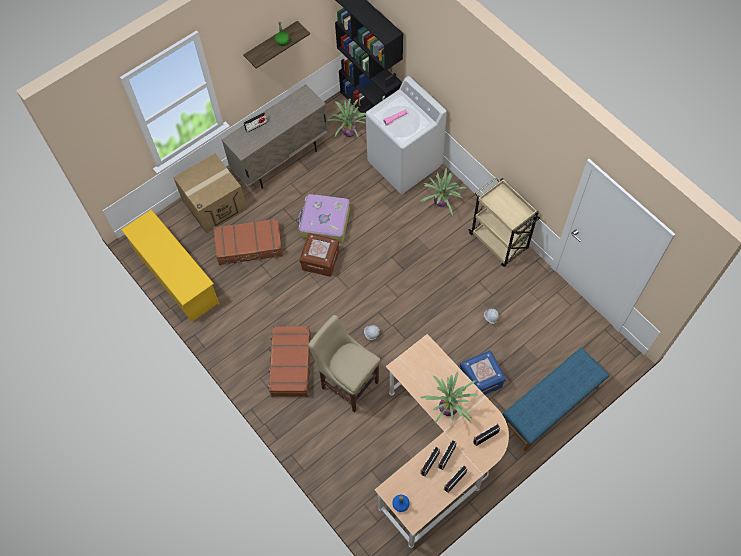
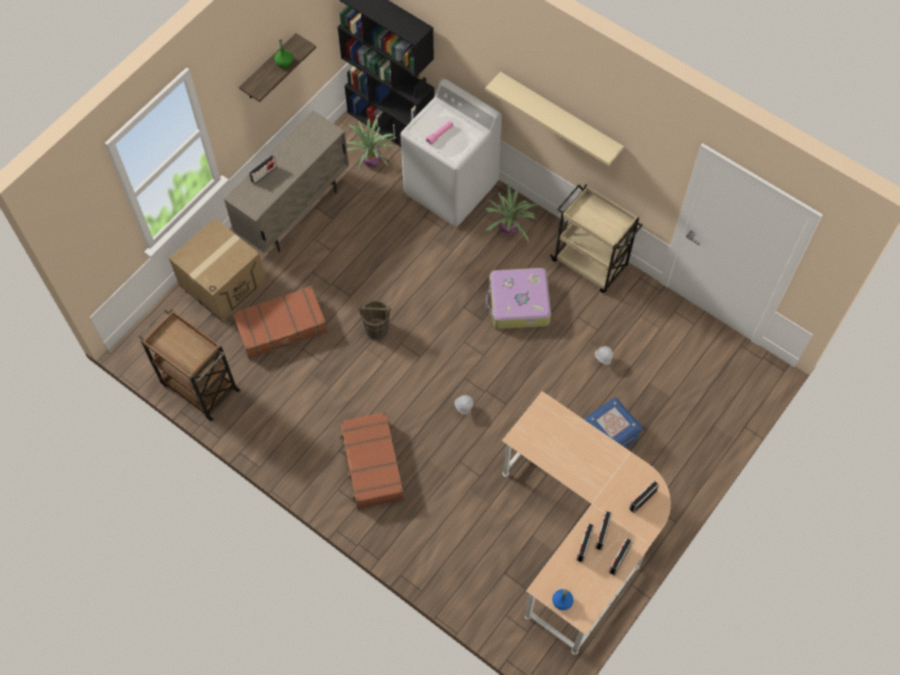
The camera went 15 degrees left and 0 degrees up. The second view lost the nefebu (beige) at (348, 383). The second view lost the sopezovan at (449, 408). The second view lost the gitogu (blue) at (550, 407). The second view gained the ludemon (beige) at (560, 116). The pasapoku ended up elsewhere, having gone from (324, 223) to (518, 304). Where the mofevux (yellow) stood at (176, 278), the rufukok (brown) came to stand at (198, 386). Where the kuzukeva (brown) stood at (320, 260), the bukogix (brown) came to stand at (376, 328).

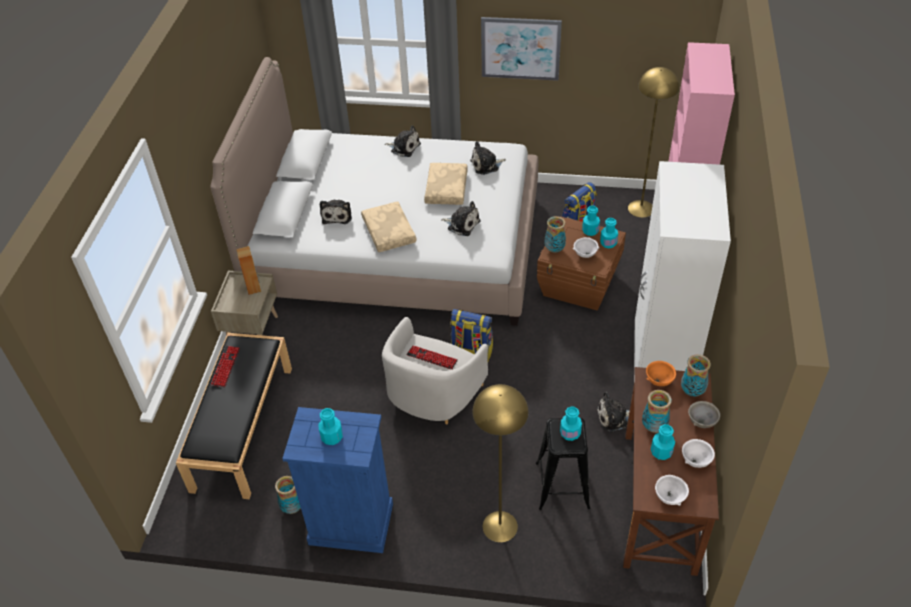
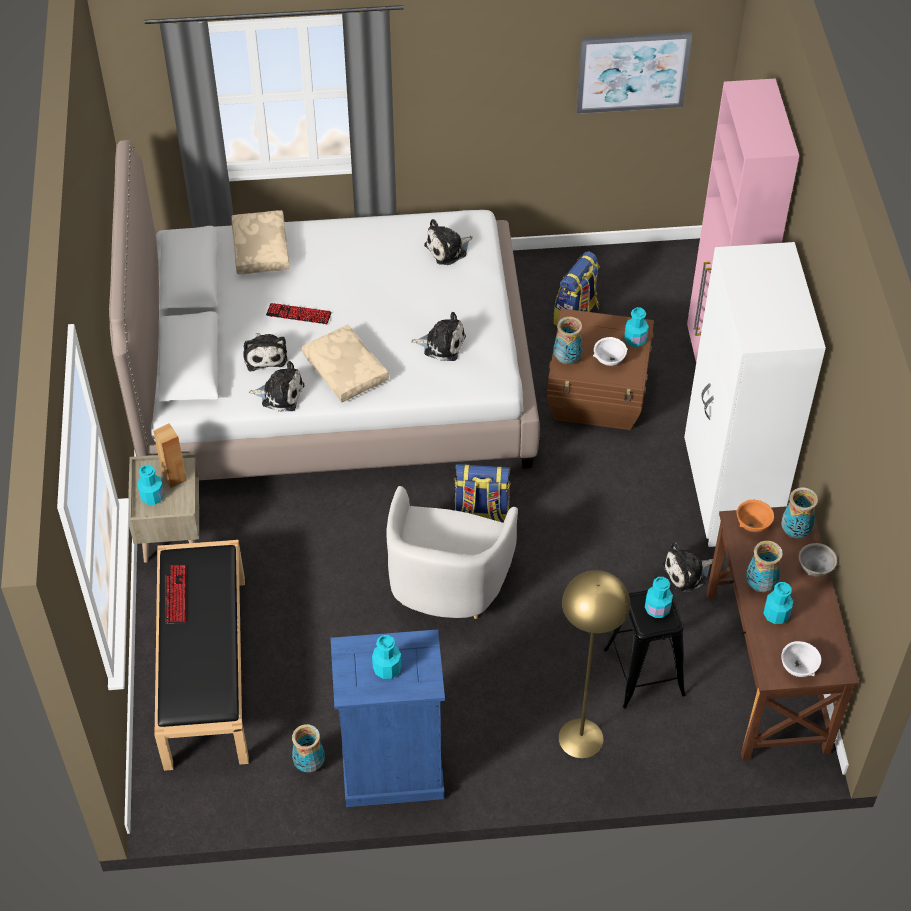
The camera went 15 degrees left and 5 degrees up. The second view lost the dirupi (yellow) at (641, 208). The second view lost the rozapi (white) at (695, 460). The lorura ended up elsewhere, having gone from (404, 147) to (280, 394). The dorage ended up elsewhere, having gone from (432, 358) to (299, 314). The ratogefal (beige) ended up elsewhere, having gone from (445, 189) to (259, 249). The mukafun ended up elsewhere, having gone from (520, 48) to (632, 72). The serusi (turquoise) ended up elsewhere, having gone from (590, 231) to (152, 496).

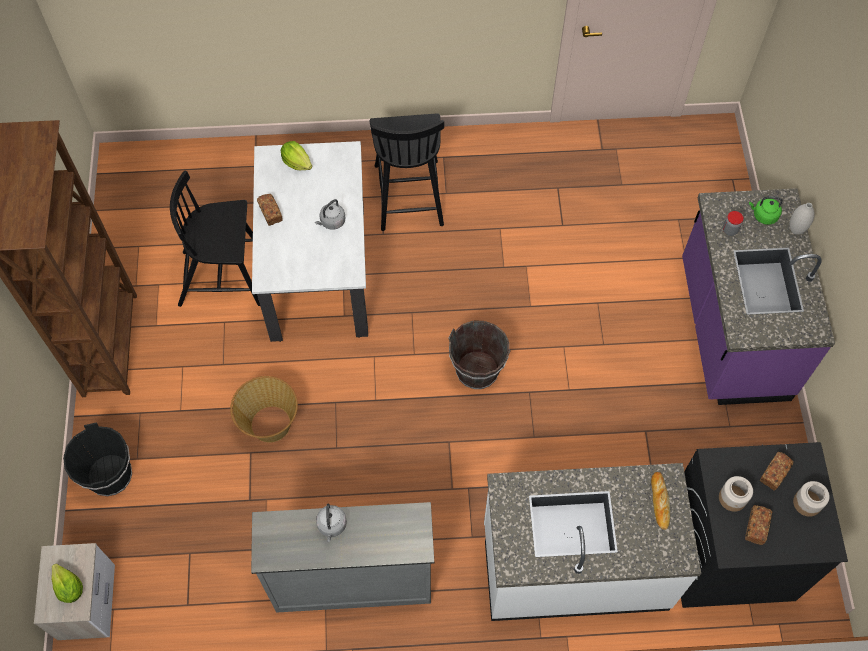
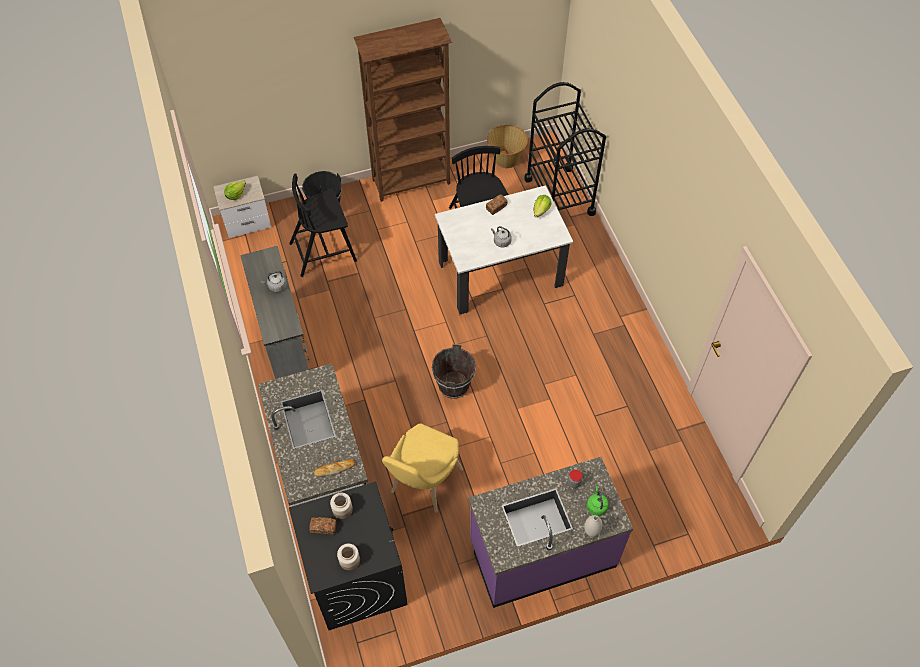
The camera went 75 degrees right and 5 degrees down. The second view lost the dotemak at (774, 473). The second view gained the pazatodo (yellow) at (423, 484). The second view gained the rufukok (black) at (559, 196). The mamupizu ended up elsewhere, having gone from (270, 424) to (506, 159). The pazatodo (black) ended up elsewhere, having gone from (409, 193) to (324, 251).

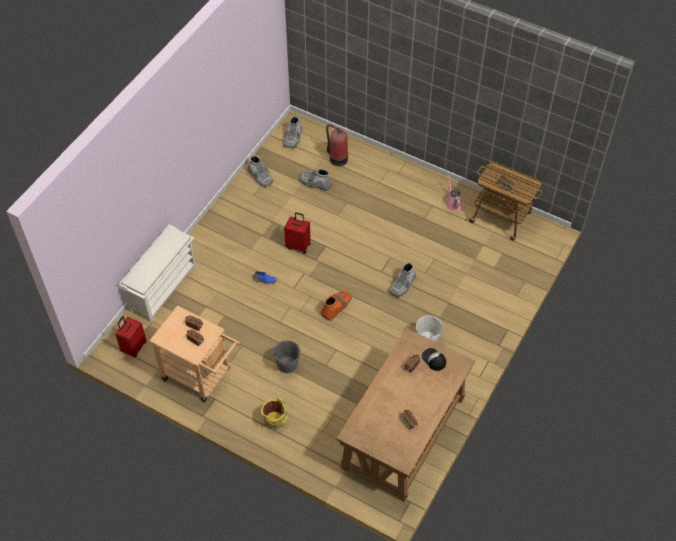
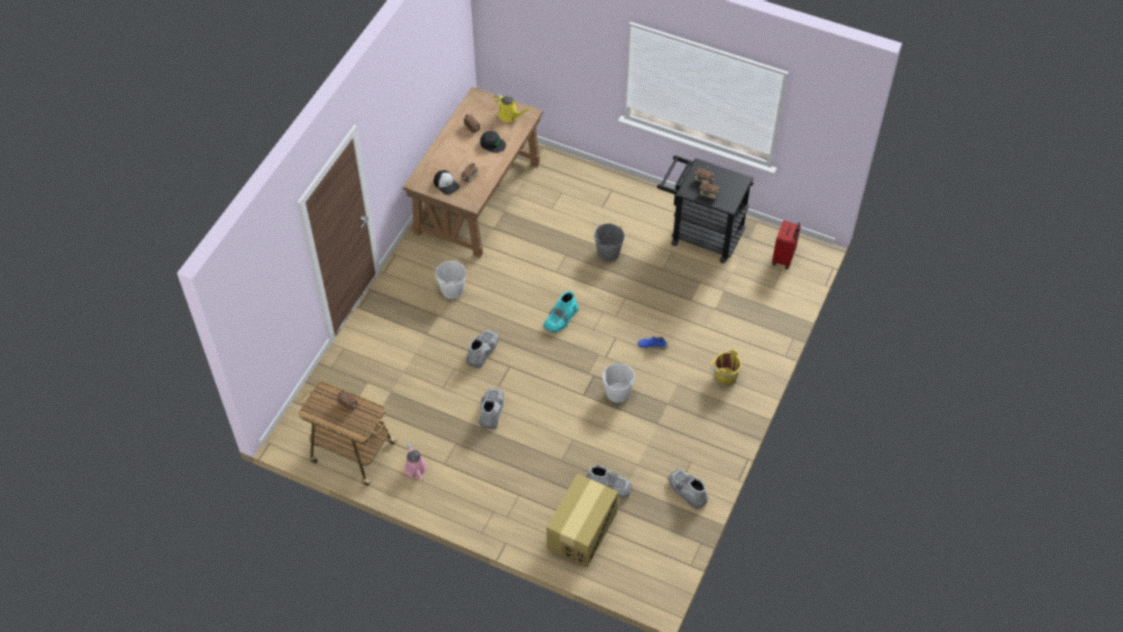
The camera went 175 degrees right and 0 degrees up. The second view lost the mofevux (white) at (163, 287). The second view gained the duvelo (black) at (492, 143). The second view gained the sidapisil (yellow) at (510, 115). The bukogix (yellow) ended up elsewhere, having gone from (275, 421) to (724, 376). The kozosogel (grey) ended up elsewhere, having gone from (293, 138) to (491, 410). Where the pasapoku (red) stood at (298, 245), the bukogix (white) came to stand at (617, 392). Where the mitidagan stood at (337, 158), the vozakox came to stand at (582, 530). What was the rufukok (beige) at (201, 376) turned into the rufukok (black) at (700, 234). What was the kozosogel (orange) at (336, 307) turned into the kozosogel (turquoise) at (561, 319).

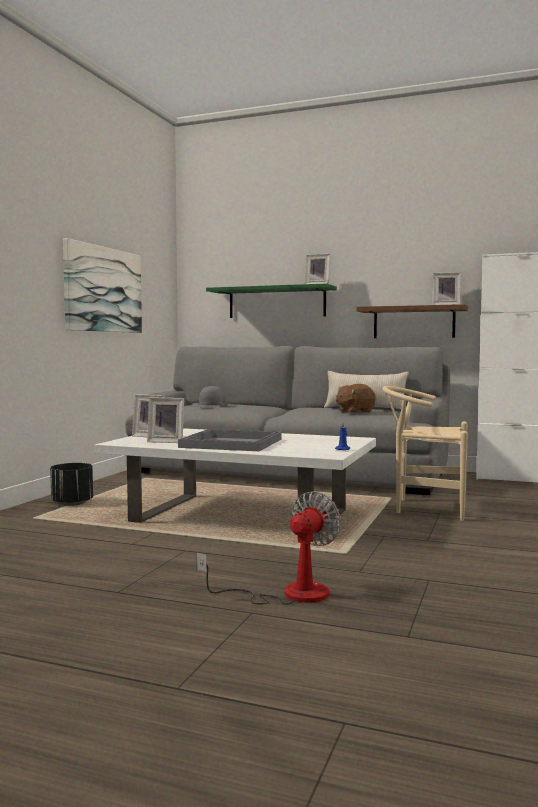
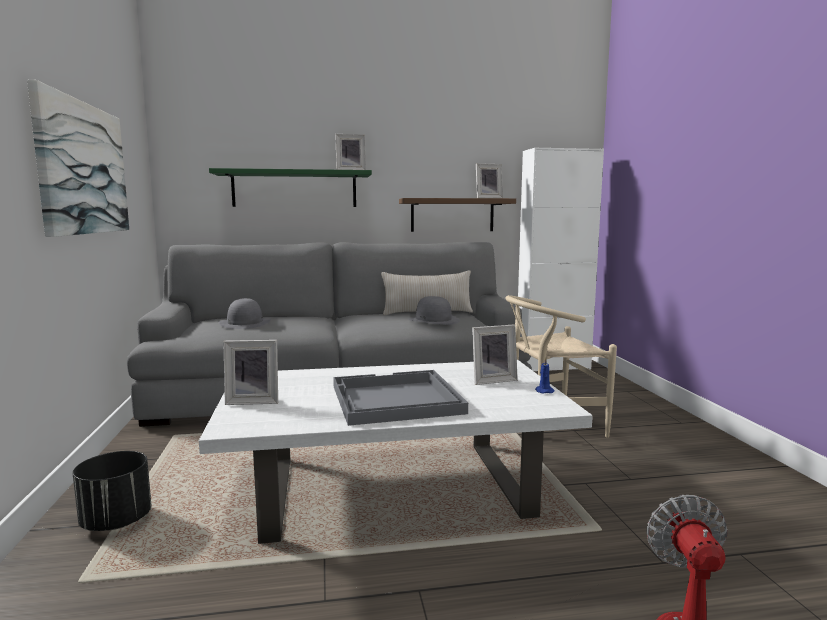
The camera went 30 degrees left and 5 degrees up. The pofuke ended up elsewhere, having gone from (167, 441) to (492, 380). Where the lorura (brown) stood at (355, 412), the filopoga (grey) came to stand at (434, 320).

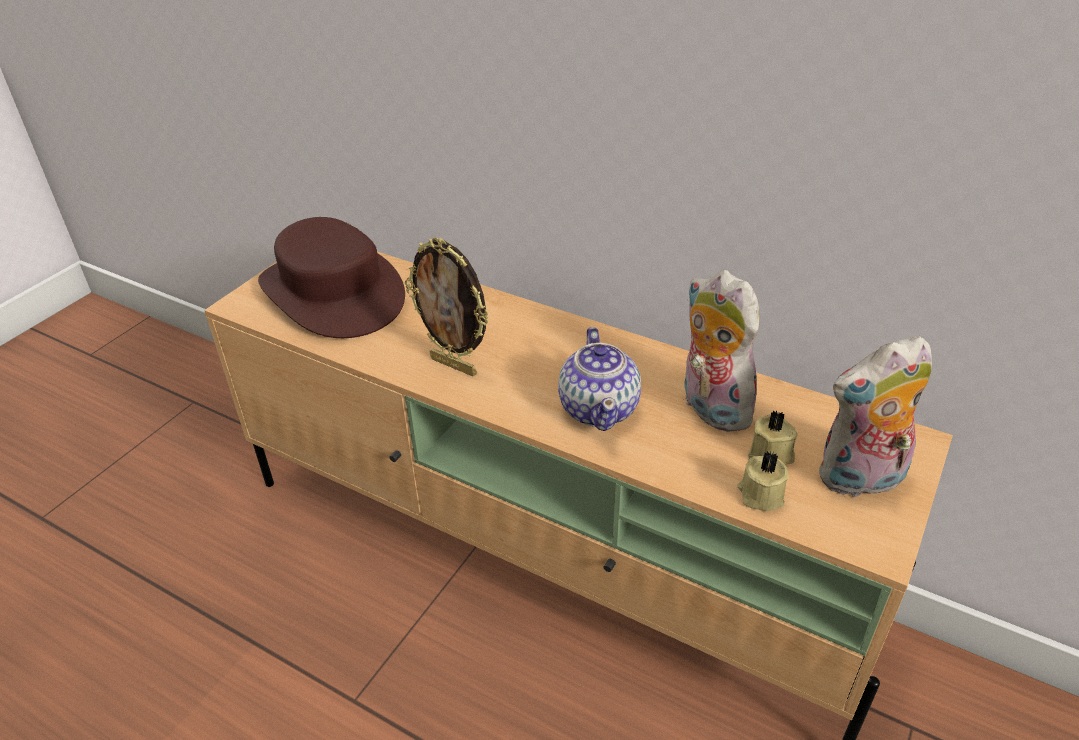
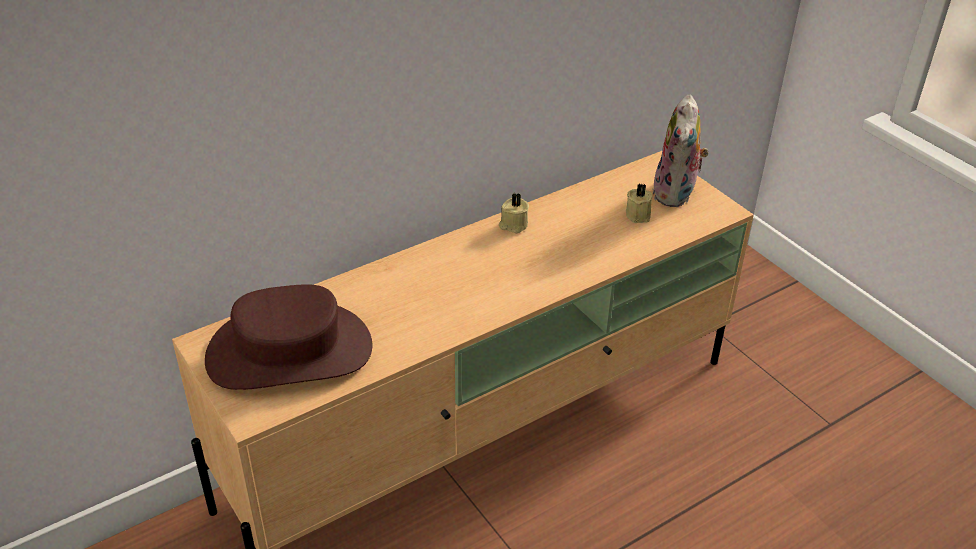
The camera went 65 degrees left and 0 degrees up. The second view lost the pofuke at (455, 365). The second view lost the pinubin at (599, 408). The second view lost the lorura at (709, 407). The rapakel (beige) ended up elsewhere, having gone from (760, 495) to (513, 225).

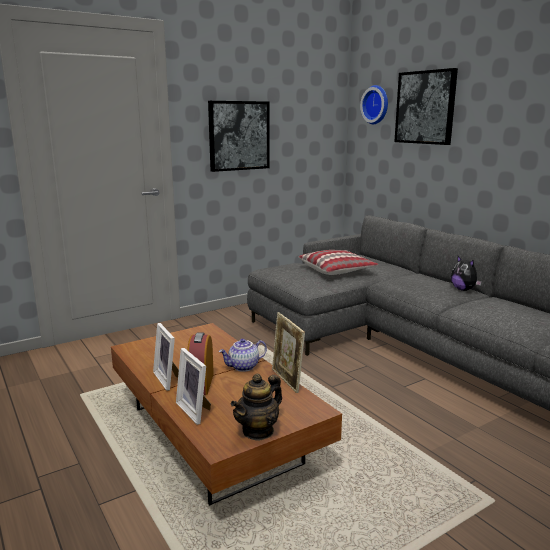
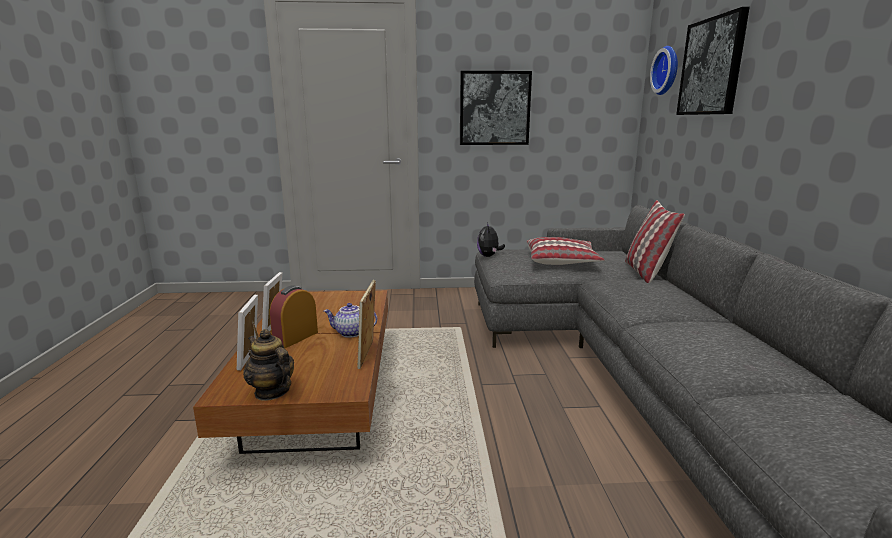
The camera went 30 degrees right and 0 degrees up. The second view gained the ratogefal at (645, 272). The lorura ended up elsewhere, having gone from (463, 289) to (489, 256). The pinubin at (258, 431) ended up facing another way, 60 degrees clockwise from before.

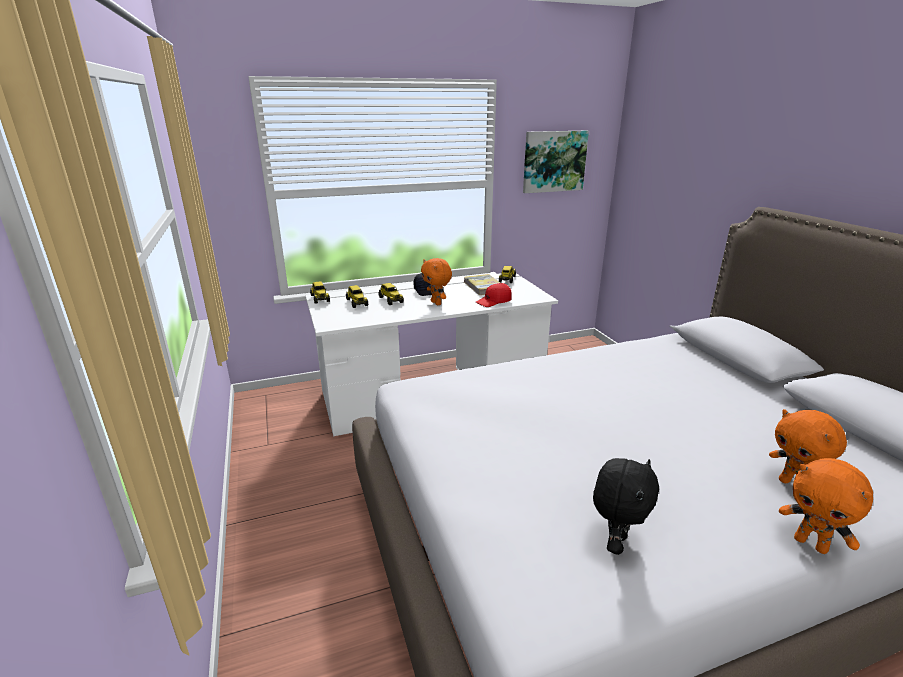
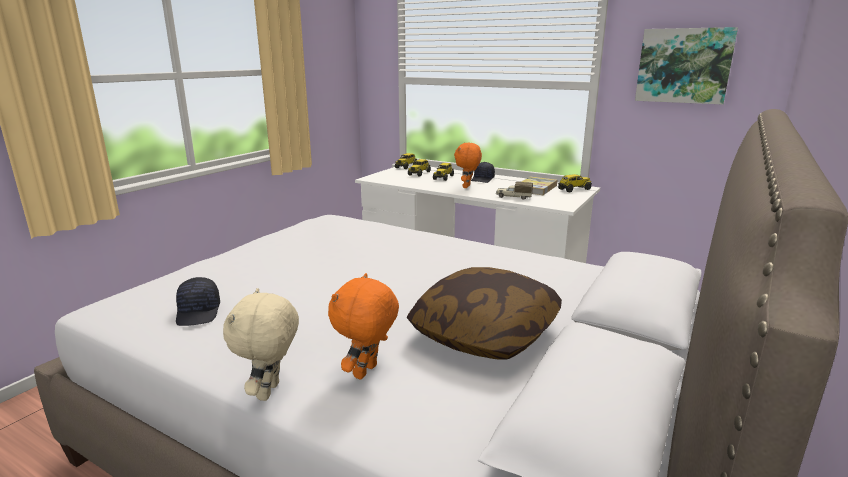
The camera went 50 degrees right and 5 degrees down. The second view gained the ratogefal at (485, 333). Where the duvelo (red) stood at (494, 301), the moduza came to stand at (513, 197). Where the lorura (black) stood at (615, 543), the duvelo (black) came to stand at (199, 312). What was the lorura (orange) at (811, 544) turned into the lorura (beige) at (270, 392).

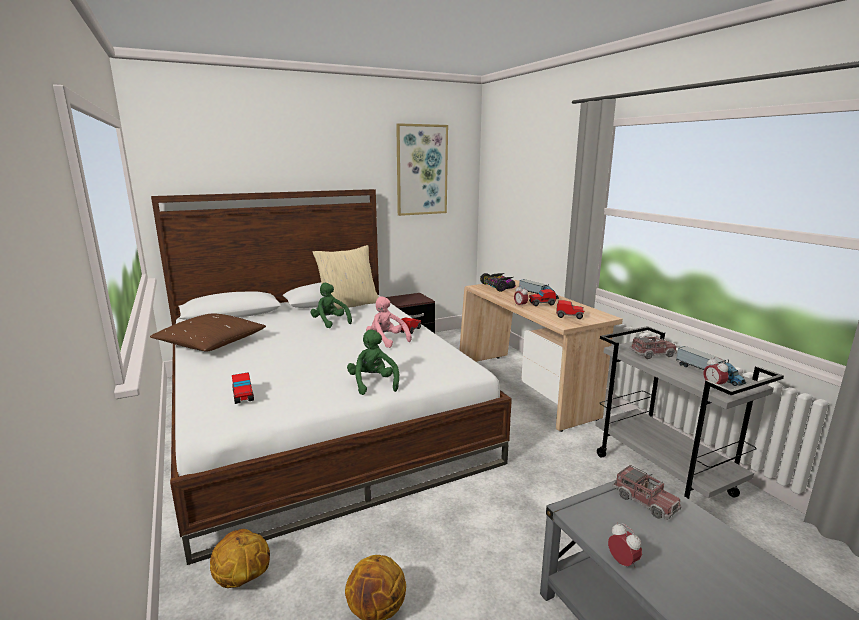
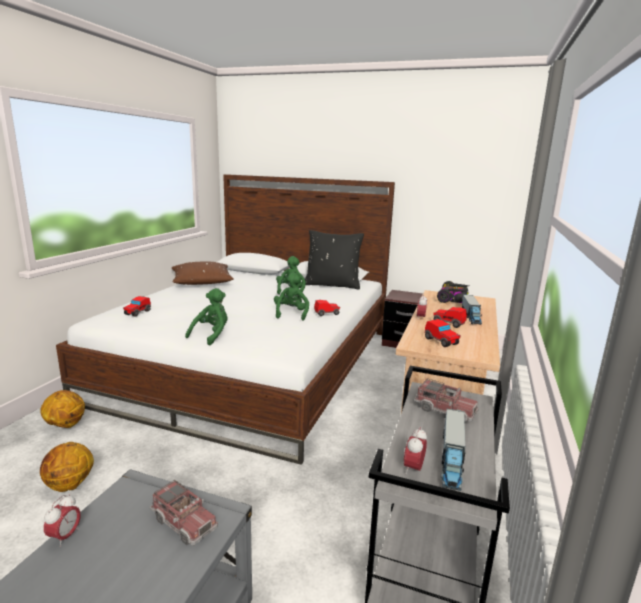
The camera went 45 degrees right and 0 degrees up. The second view lost the mukafun at (421, 170). What was the ratogefal (beige) at (349, 305) turned into the ratogefal (black) at (332, 285). What was the lorura (pink) at (386, 340) turned into the lorura (green) at (291, 314). The moduza at (645, 501) ended up facing another way, 60 degrees counterclockwise from before.

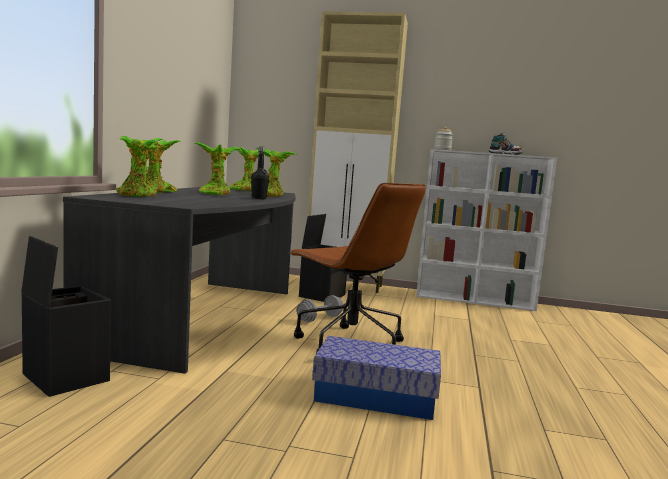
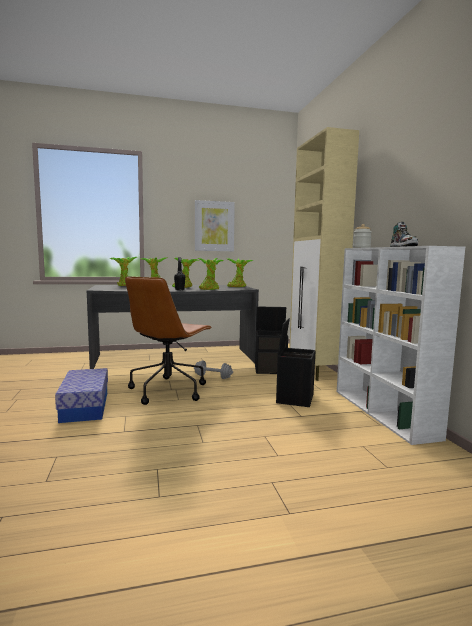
The camera went 65 degrees right and 0 degrees up. The second view gained the mukafun at (214, 226). The kuzukeva (black) ended up elsewhere, having gone from (64, 377) to (294, 398).

